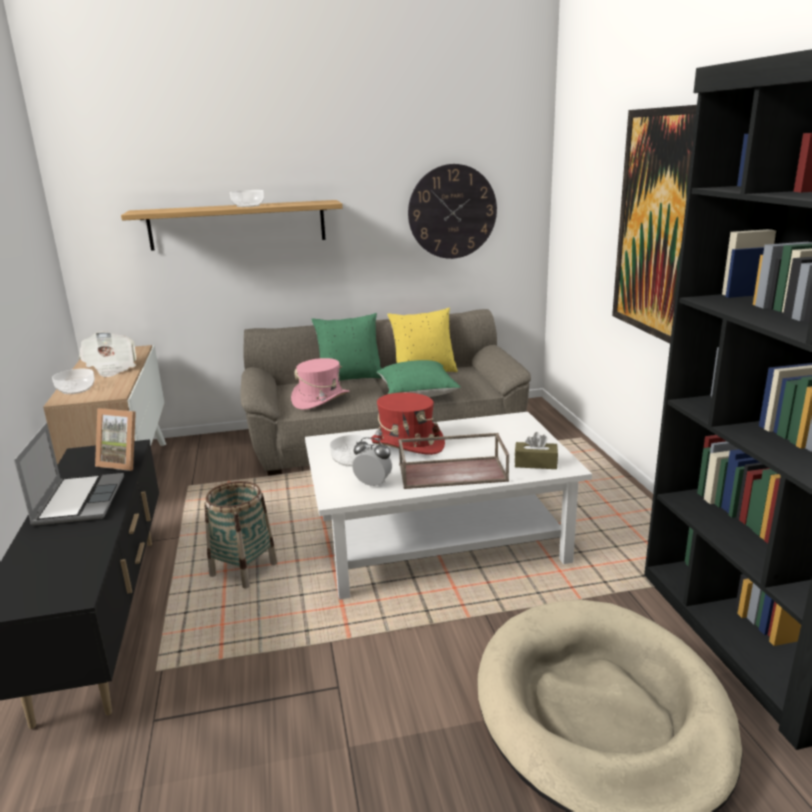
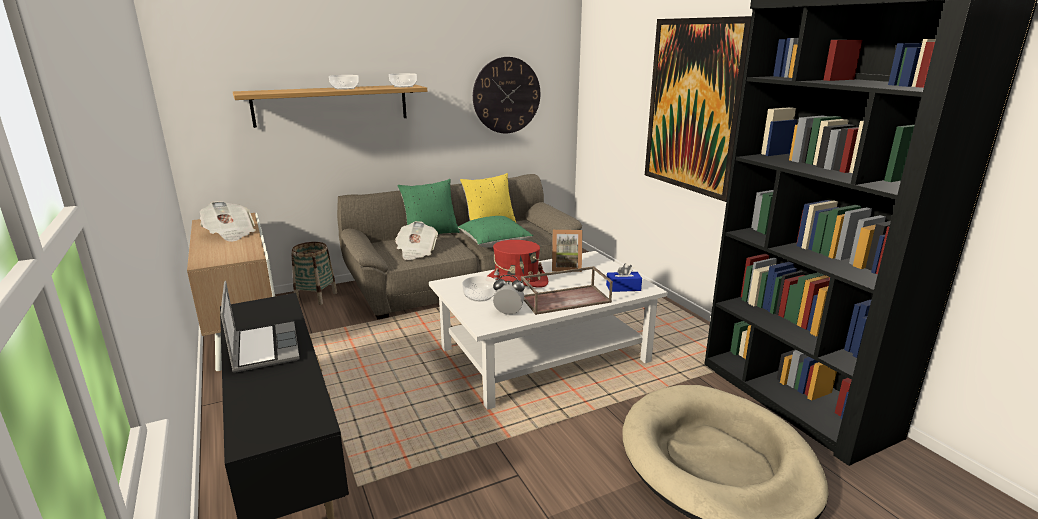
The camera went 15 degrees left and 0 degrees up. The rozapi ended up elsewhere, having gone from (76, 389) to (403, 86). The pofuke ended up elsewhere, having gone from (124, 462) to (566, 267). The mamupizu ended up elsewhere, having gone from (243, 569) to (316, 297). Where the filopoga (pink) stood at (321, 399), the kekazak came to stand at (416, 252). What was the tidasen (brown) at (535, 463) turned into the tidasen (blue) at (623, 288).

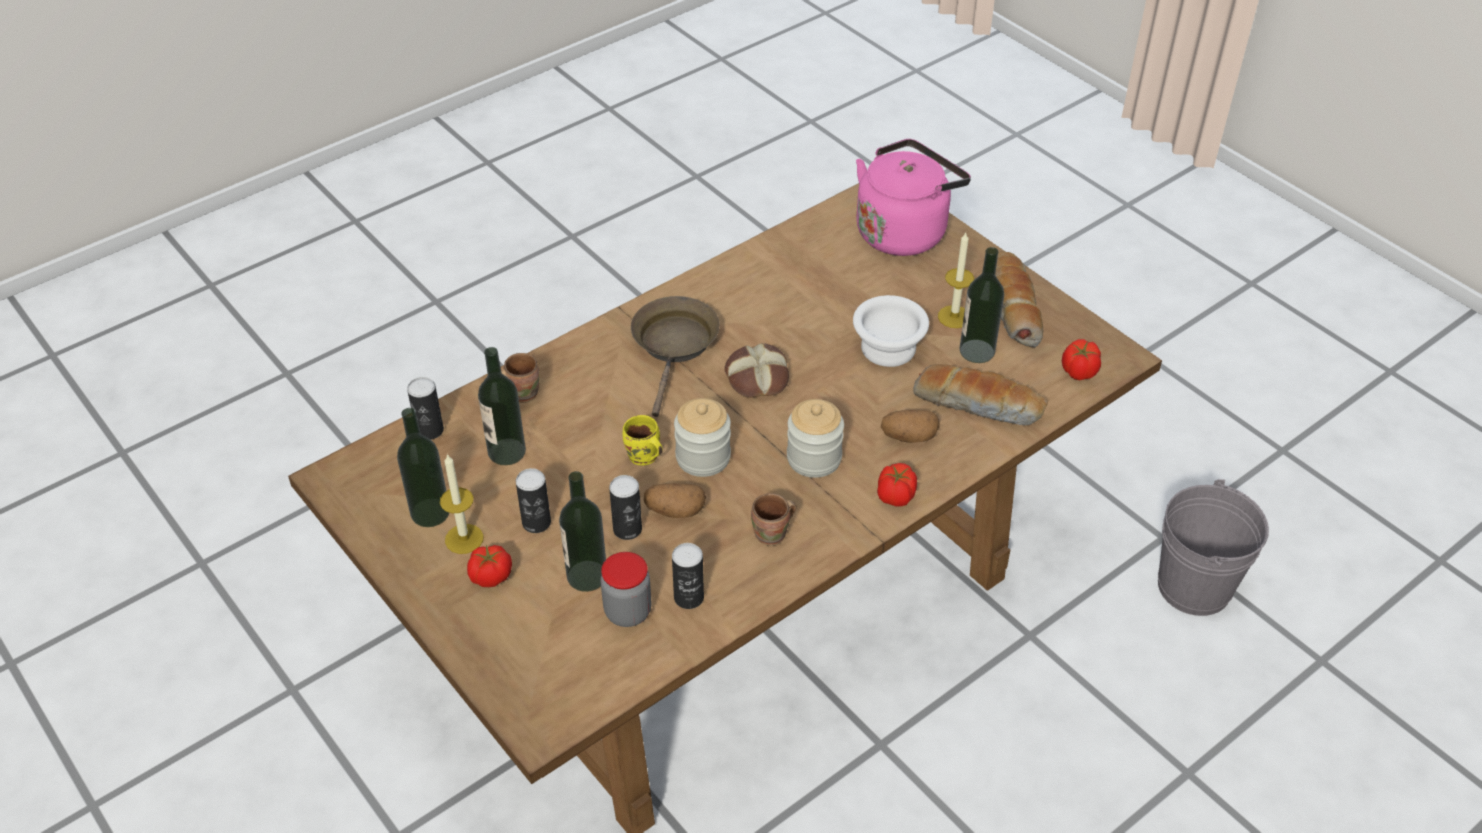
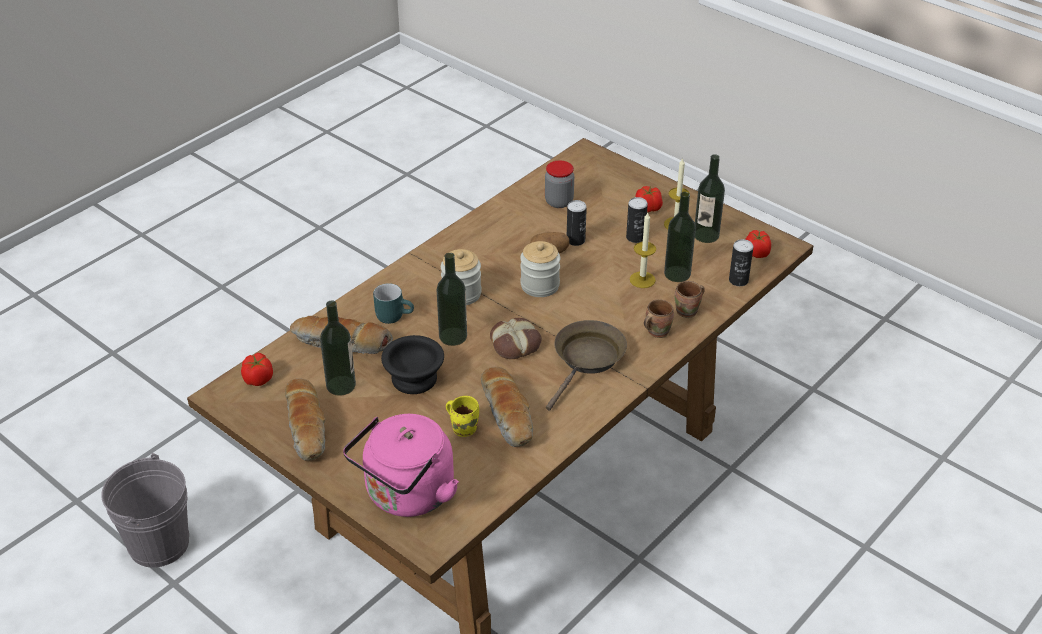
The camera went 170 degrees right and 5 degrees down. The second view lost the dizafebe at (689, 597). The second view gained the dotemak at (508, 415). The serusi ended up elsewhere, having gone from (587, 576) to (453, 336). The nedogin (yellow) ended up elsewhere, having gone from (643, 458) to (464, 427). The nedogin (brown) ended up elsewhere, having gone from (773, 535) to (656, 331). The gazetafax ended up elsewhere, having gone from (895, 496) to (757, 253). The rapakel ended up elsewhere, having gone from (954, 317) to (642, 280). Where the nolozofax stood at (909, 437), the nedogin (turquoise) came to stand at (394, 315). What was the rozapi (white) at (887, 347) turned into the rozapi (black) at (415, 380). The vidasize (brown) at (675, 346) ended up facing another way, 150 degrees counterclockwise from before.

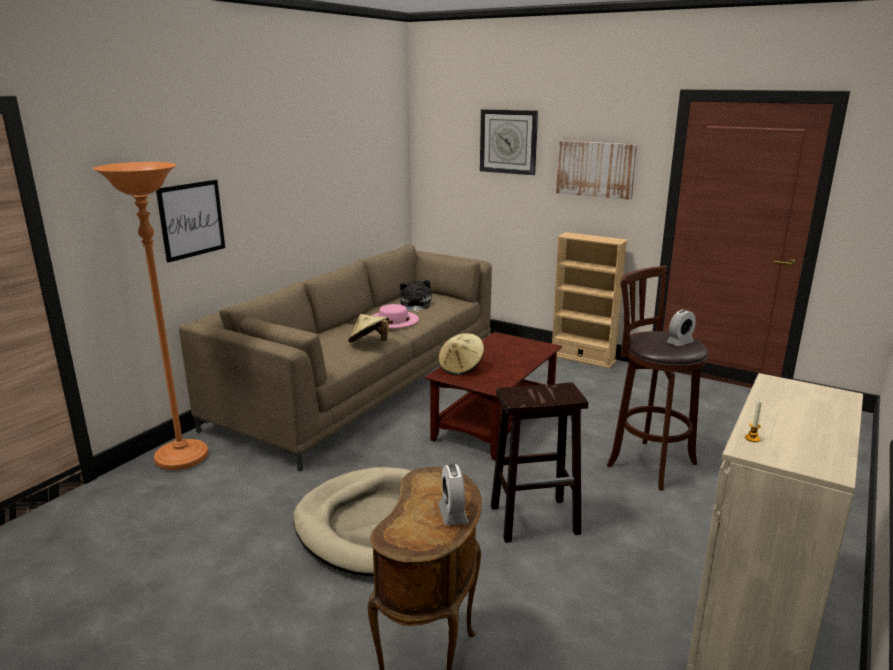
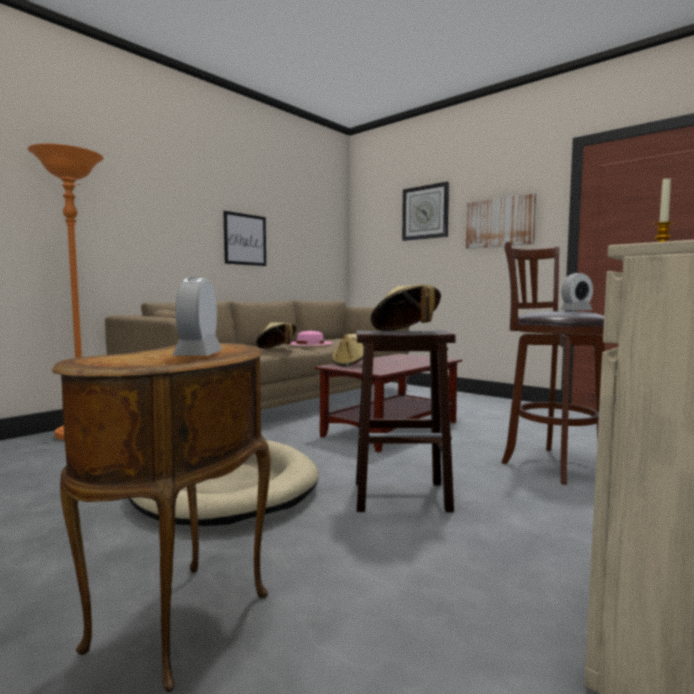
The camera went 10 degrees right and 15 degrees down. The second view lost the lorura at (415, 305). The second view lost the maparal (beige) at (582, 358). The second view gained the filopoga (beige) at (405, 332). The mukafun ended up elsewhere, having gone from (191, 220) to (245, 239).

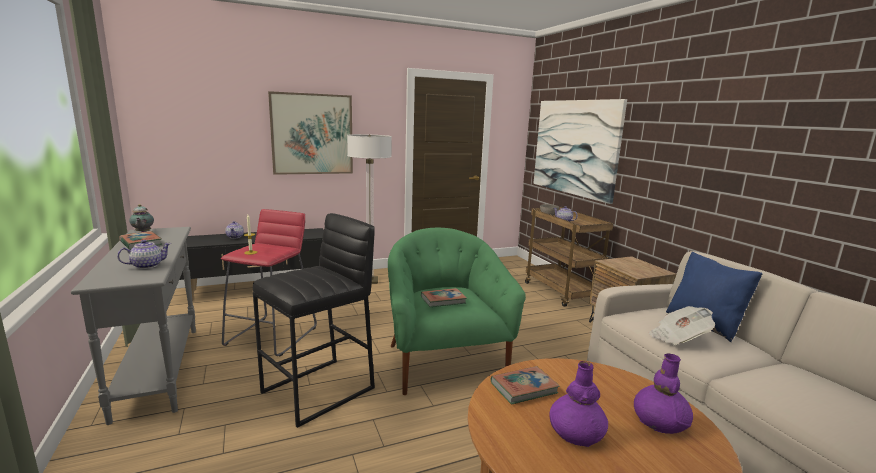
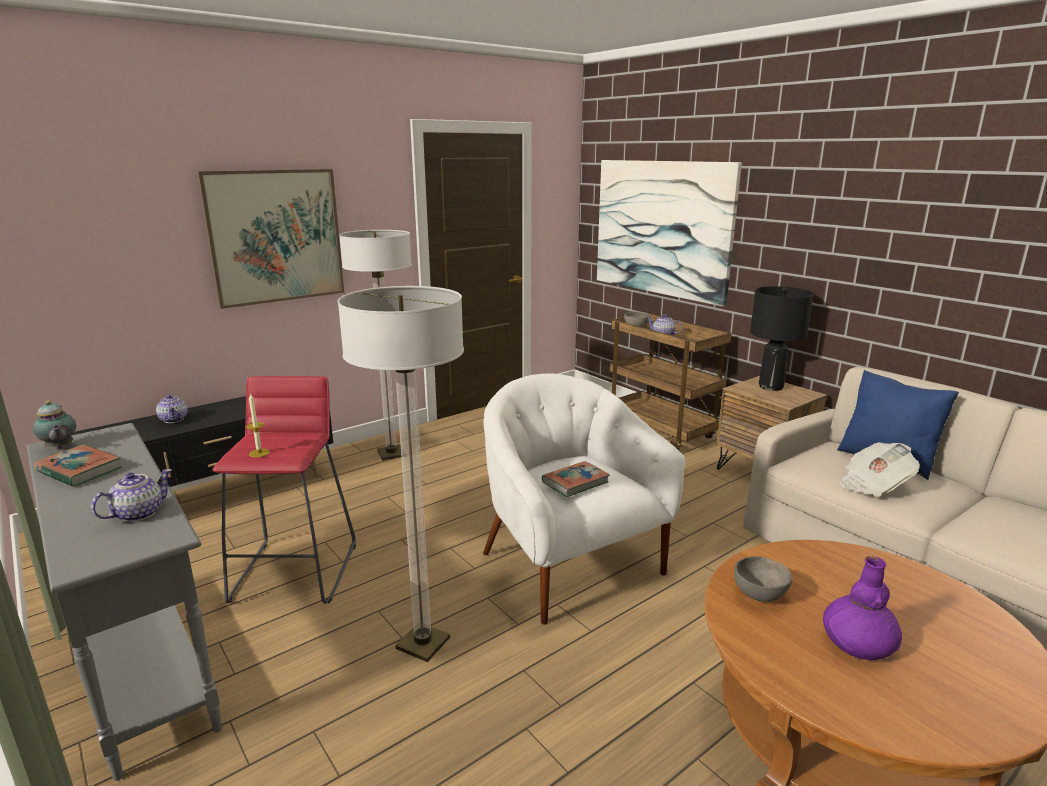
The camera went 15 degrees left and 5 degrees up. The second view lost the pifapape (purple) at (659, 421). The second view gained the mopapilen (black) at (770, 386). Where the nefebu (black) stood at (320, 390), the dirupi came to stand at (423, 644). Where the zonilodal stood at (524, 388), the rozapi (grey) came to stand at (760, 595). What was the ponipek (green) at (444, 362) turned into the ponipek (white) at (569, 563).

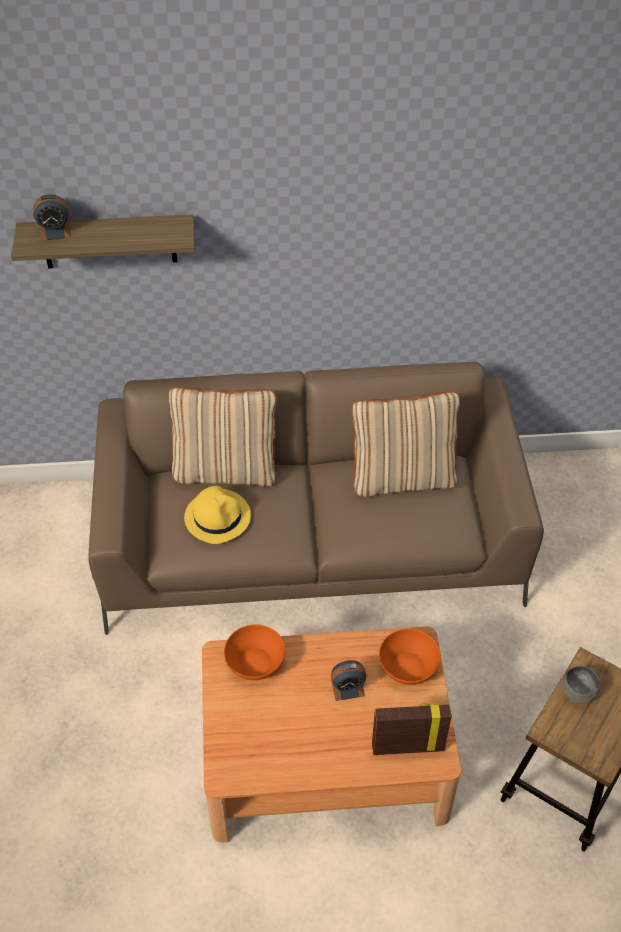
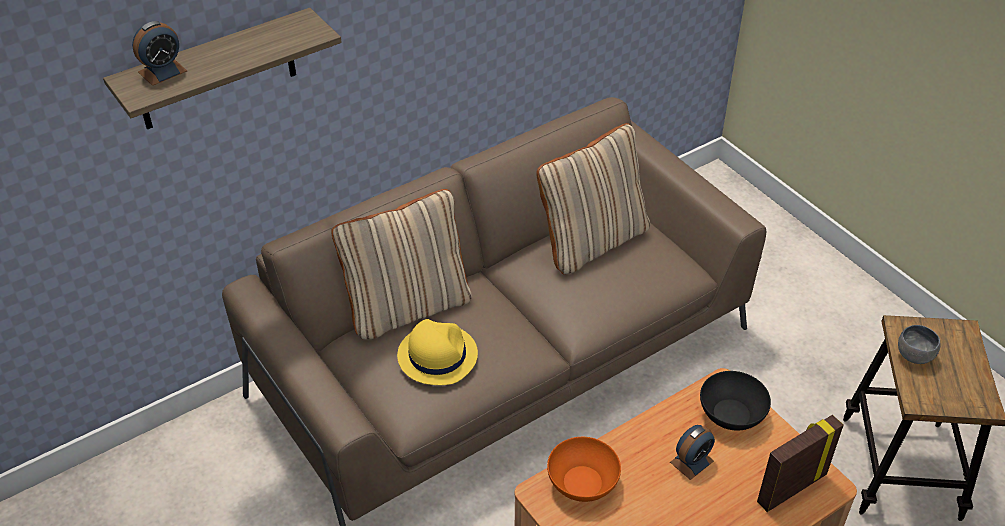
The camera went 30 degrees left and 5 degrees down. What was the rozapi (orange) at (408, 667) turned into the rozapi (black) at (731, 414).

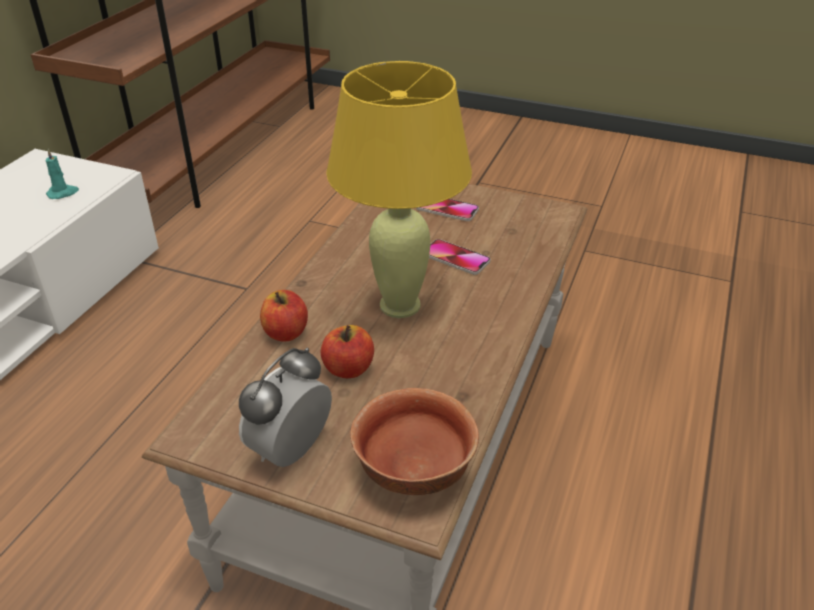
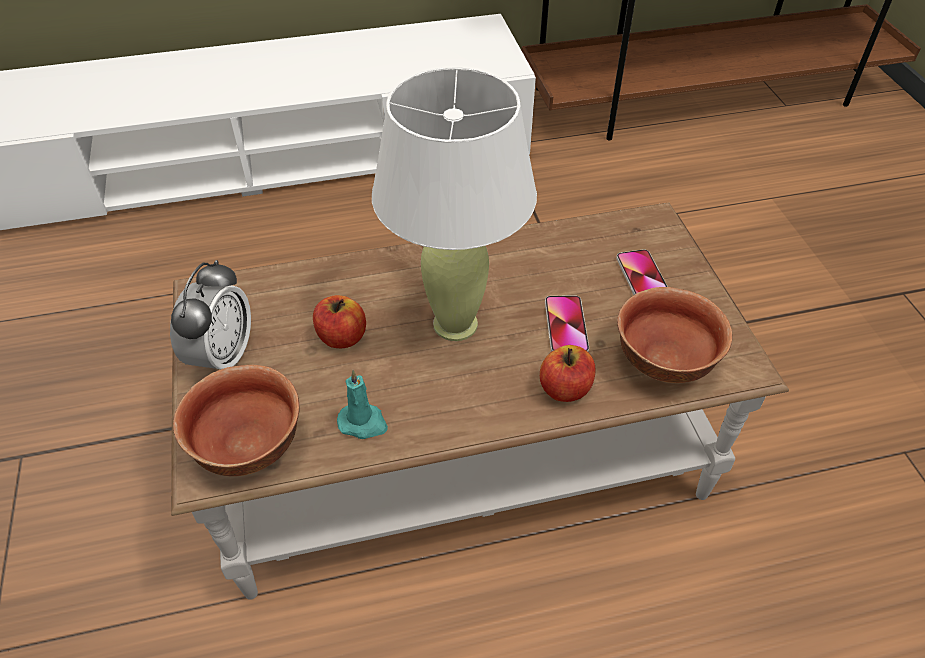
The camera went 55 degrees right and 10 degrees up. The second view gained the rozapi at (662, 360). The rapakel (turquoise) ended up elsewhere, having gone from (63, 193) to (363, 423). The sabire ended up elsewhere, having gone from (286, 332) to (565, 389). What was the mopapilen (yellow) at (400, 305) turned into the mopapilen (white) at (456, 324). The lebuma at (291, 450) ended up facing another way, 105 degrees clockwise from before.

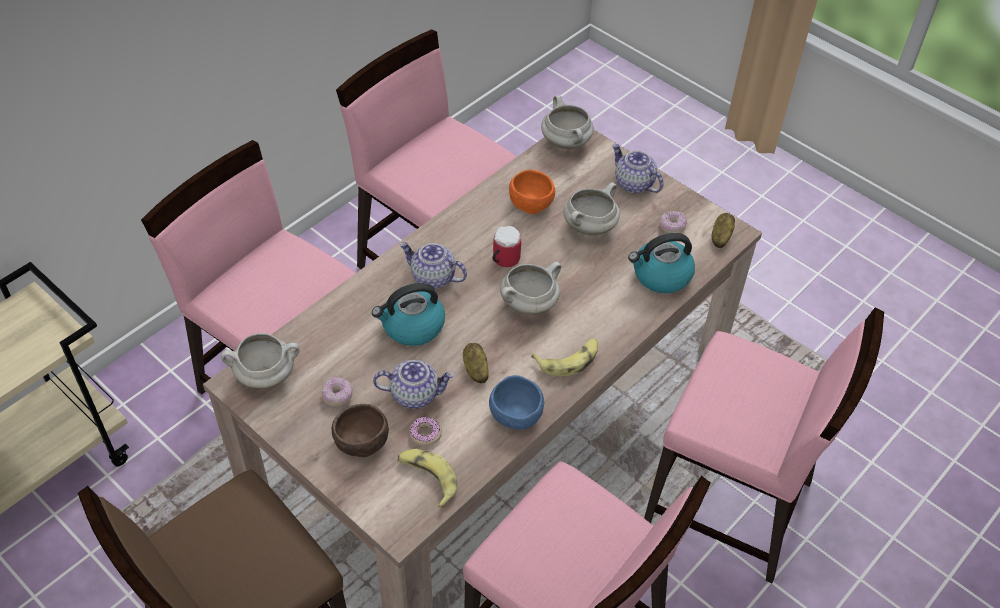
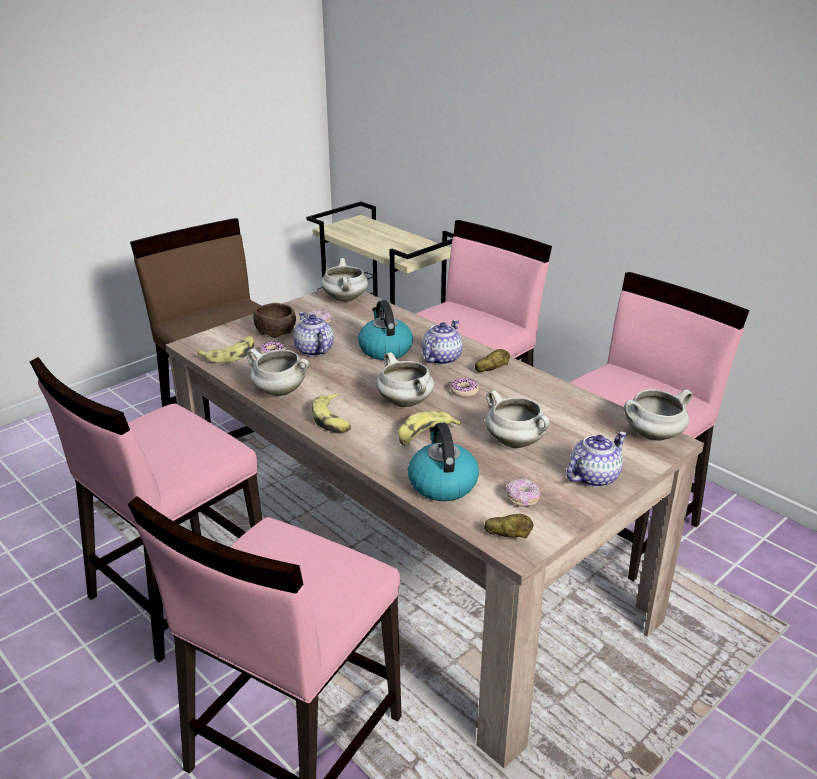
The camera went 95 degrees right and 20 degrees down. The second view lost the rozapi (orange) at (531, 201). The second view gained the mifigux at (424, 435). The nolozofax ended up elsewhere, having gone from (475, 370) to (491, 370). Where the rozapi (blue) stood at (516, 414), the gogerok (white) came to stand at (278, 392). Where the nedogin stood at (503, 259), the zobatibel came to stand at (464, 391). The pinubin at (415, 394) ended up facing another way, 150 degrees clockwise from before.

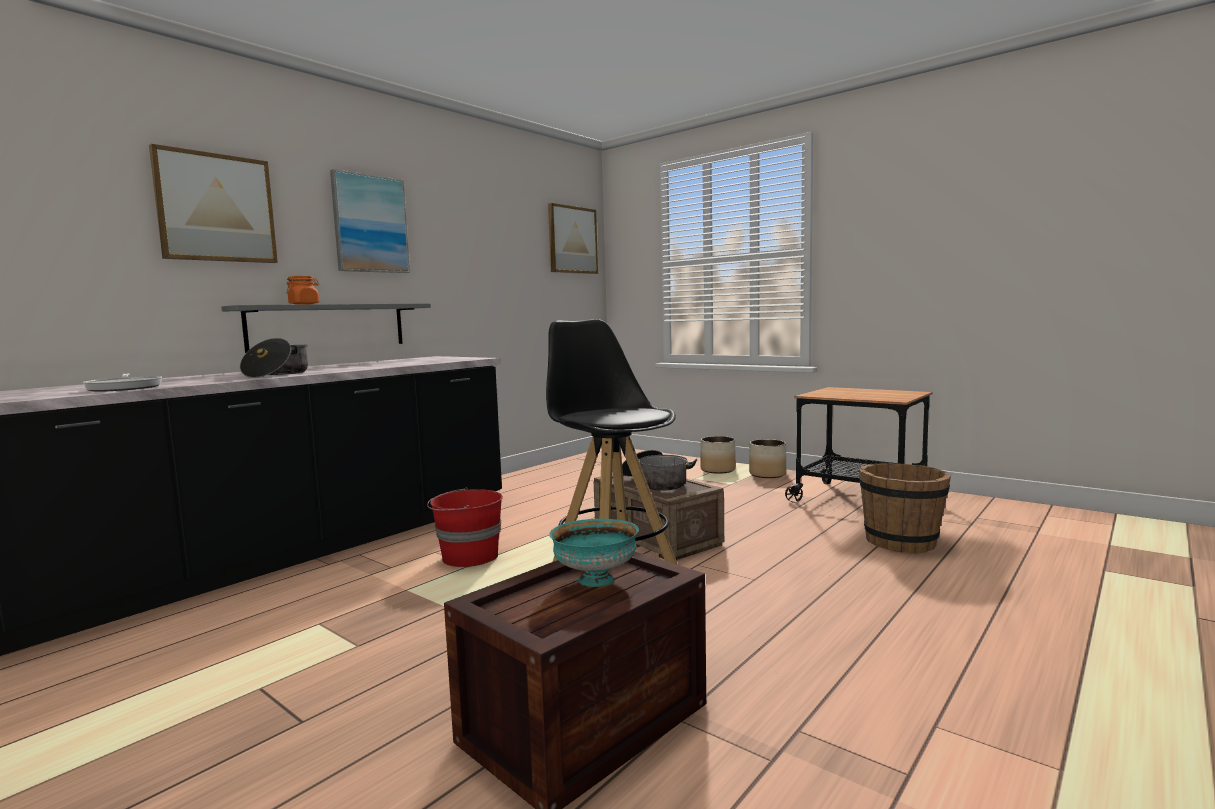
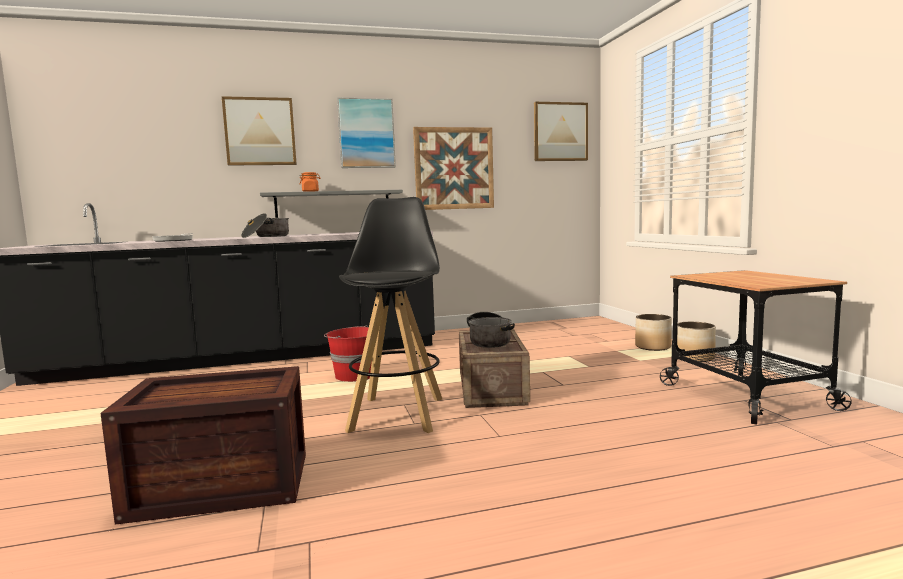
The camera went 35 degrees right and 0 degrees up. The second view lost the rozapi (turquoise) at (595, 580). The second view lost the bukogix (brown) at (901, 542). The second view gained the mukafun at (454, 168).

